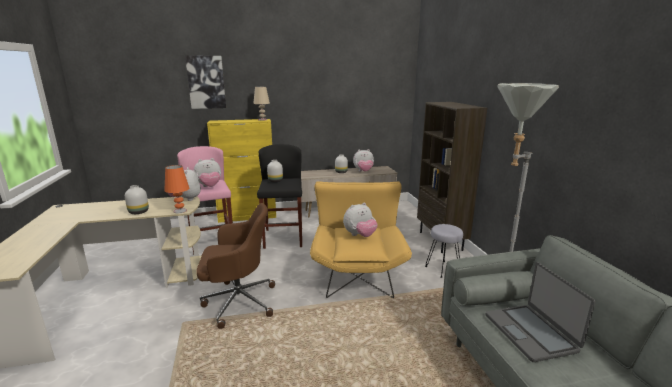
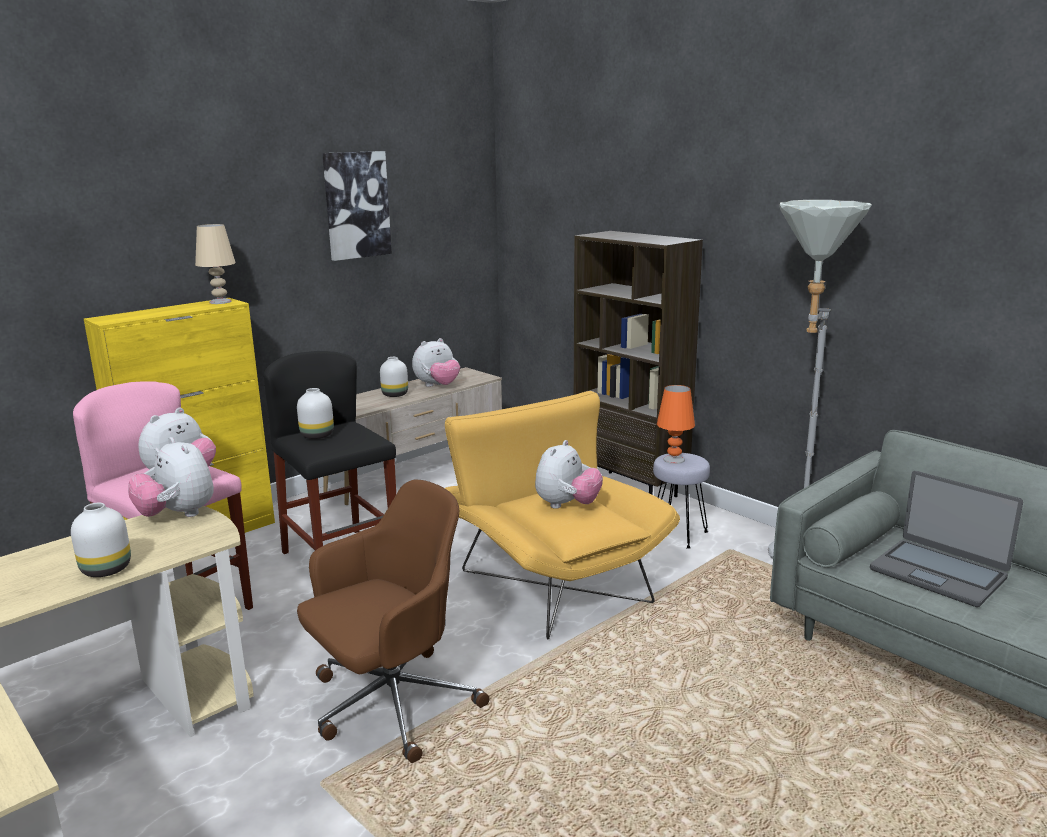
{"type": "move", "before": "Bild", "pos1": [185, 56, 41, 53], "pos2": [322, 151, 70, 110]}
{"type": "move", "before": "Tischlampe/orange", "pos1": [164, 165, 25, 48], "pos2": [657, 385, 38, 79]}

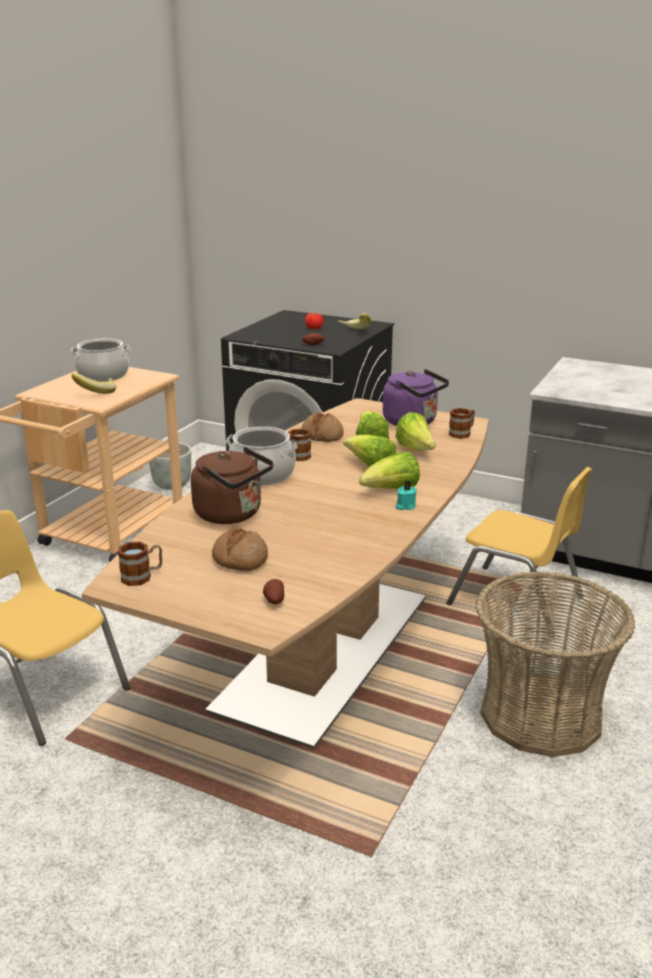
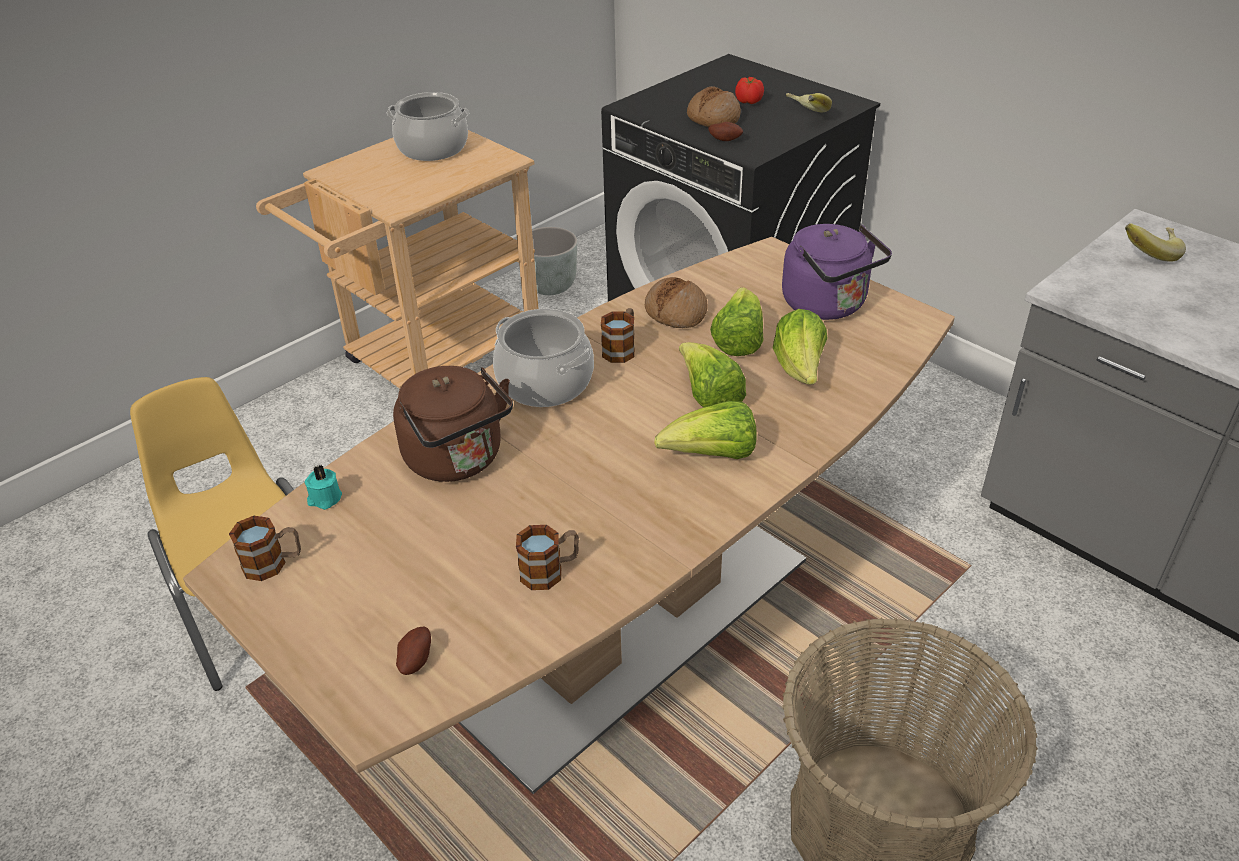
{"type": "move", "before": "Kerze/türkis", "pos1": [396, 480, 21, 30], "pos2": [304, 465, 38, 45]}
{"type": "move", "before": "Henkelbecher", "pos1": [449, 408, 26, 31], "pos2": [516, 525, 63, 65]}
{"type": "move", "before": "Brot", "pos1": [212, 528, 56, 43], "pos2": [687, 86, 54, 41]}
{"type": "move", "before": "Banane", "pos1": [72, 373, 44, 21], "pos2": [1125, 223, 61, 39]}
{"type": "delete", "before": "Stuhl/gelb", "pos1": [446, 467, 147, 170]}

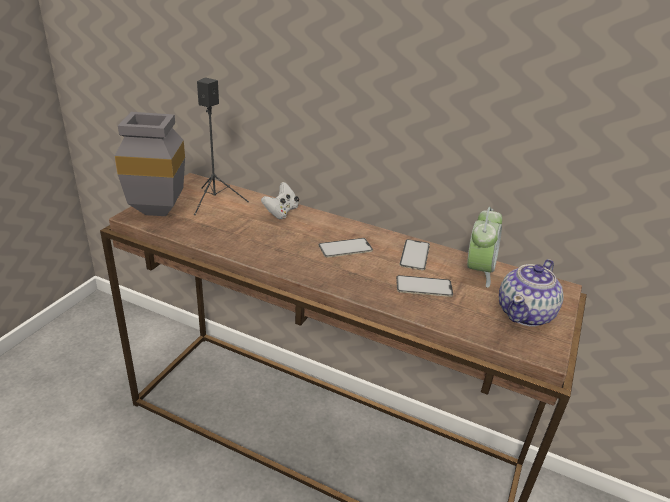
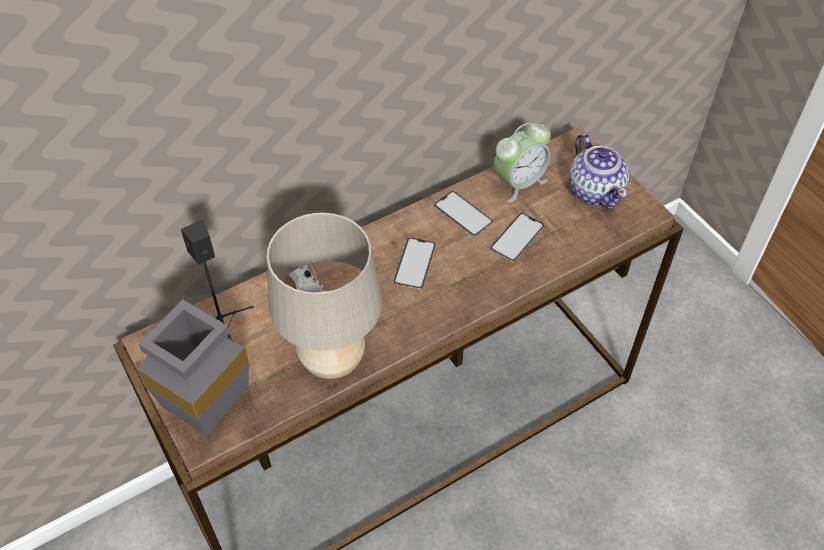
{"type": "insert", "after": "Tischlampe/beige", "pos2": [267, 213, 115, 166]}
{"type": "rotate", "before": "Wecker", "pos1": [467, 207, 35, 81], "pos2": [494, 123, 57, 79], "turn": 90}

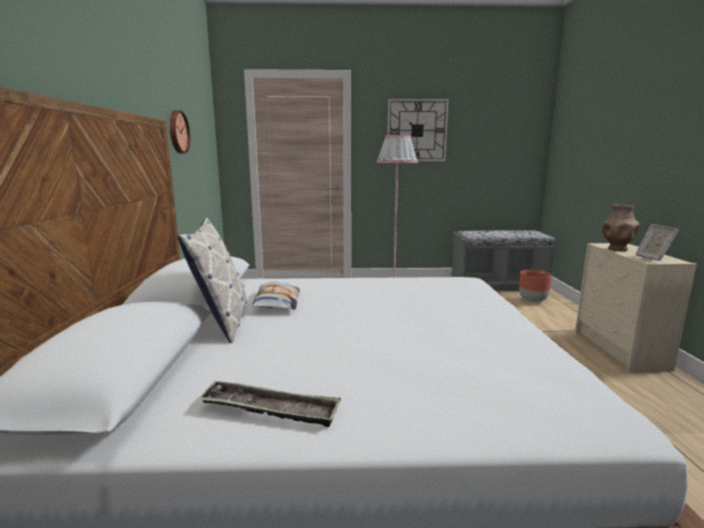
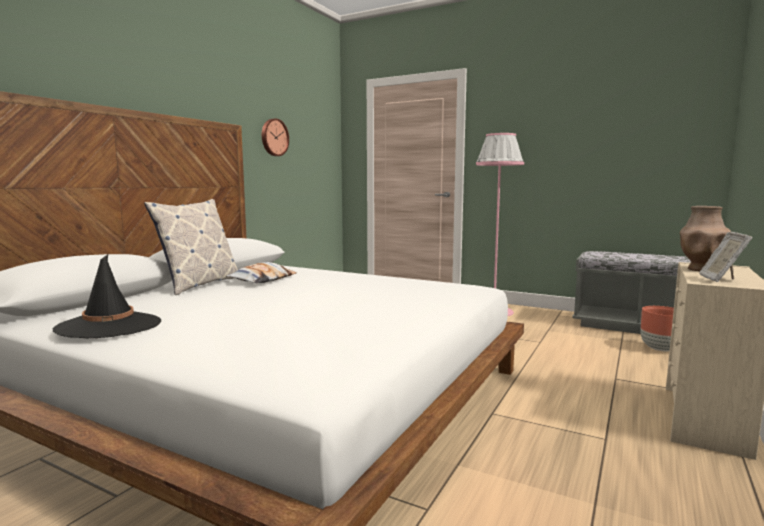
{"type": "replace", "before": "Tablett", "after": "Hut/schwarz", "pos1": [197, 381, 144, 46], "pos2": [53, 254, 108, 84]}
{"type": "delete", "before": "Wanduhr", "pos1": [387, 99, 62, 62]}

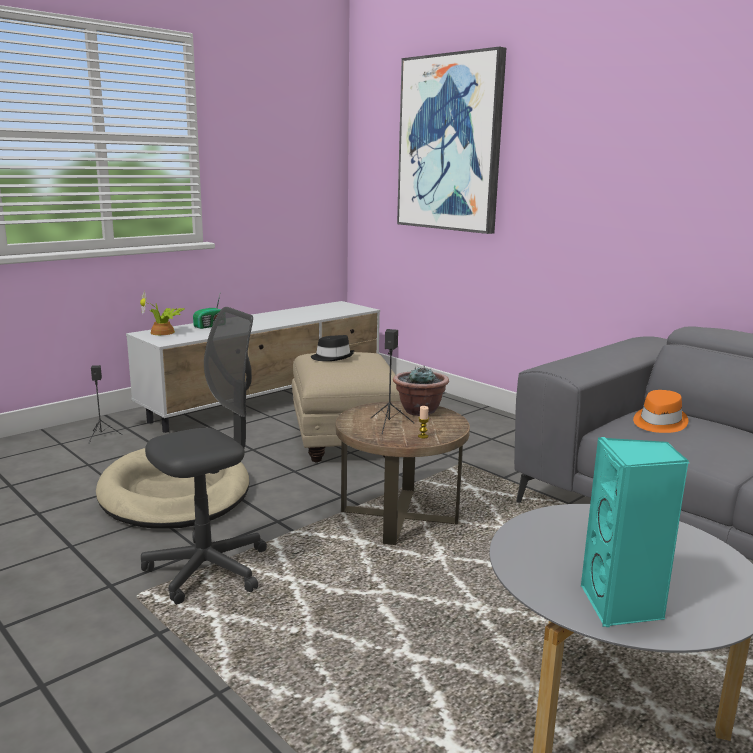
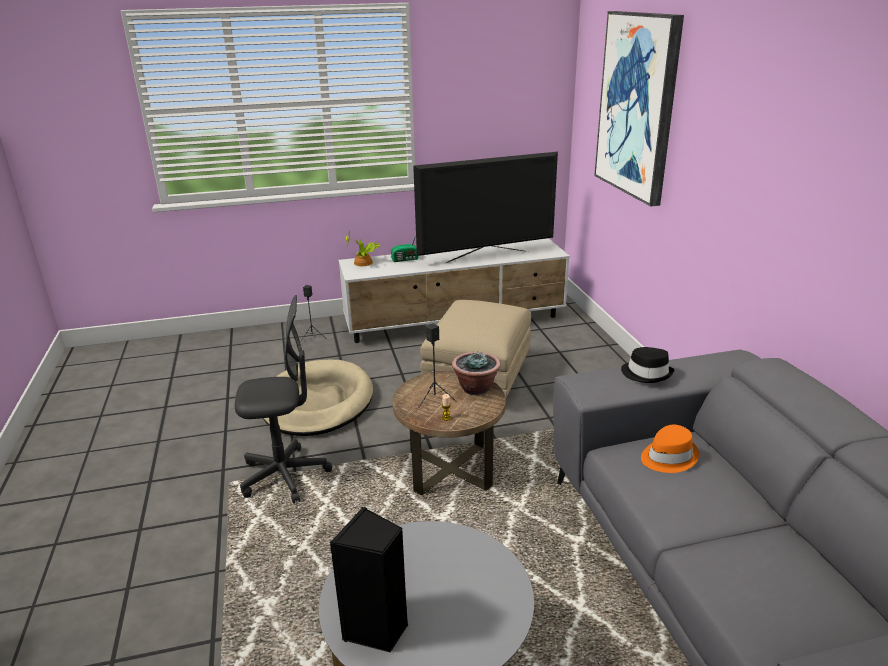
{"type": "recolor", "before": "Lautsprecher/türkis", "after": "Lautsprecher/schwarz", "pos1": [581, 437, 108, 190], "pos2": [330, 507, 79, 146]}
{"type": "insert", "after": "Fernseher", "pos2": [413, 152, 145, 111]}
{"type": "move", "before": "Hut/schwarz", "pos1": [311, 335, 43, 26], "pos2": [621, 347, 53, 36]}

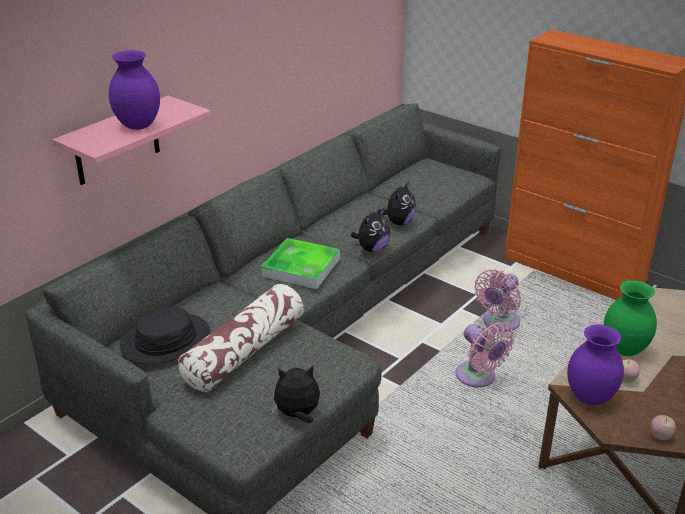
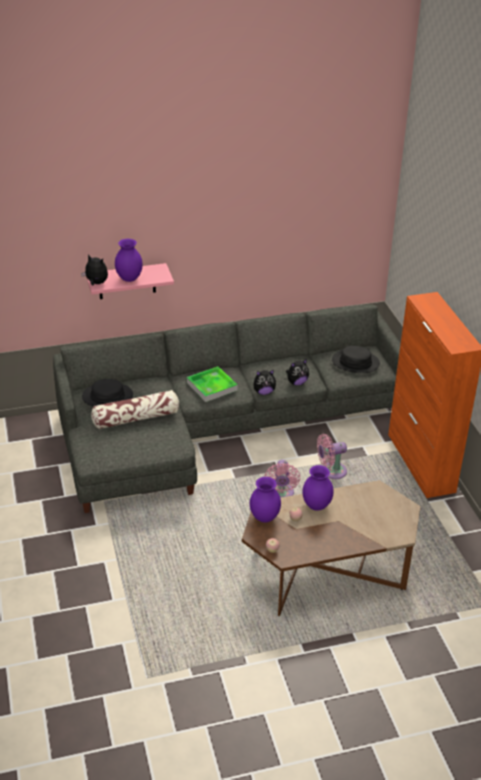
{"type": "move", "before": "Plüschtier", "pos1": [271, 366, 49, 57], "pos2": [81, 254, 27, 32]}
{"type": "recolor", "before": "Vase/grün", "after": "Vase/lila", "pos1": [604, 280, 53, 76], "pos2": [302, 465, 32, 46]}
{"type": "insert", "after": "Hut/schwarz", "pos2": [332, 346, 48, 27]}

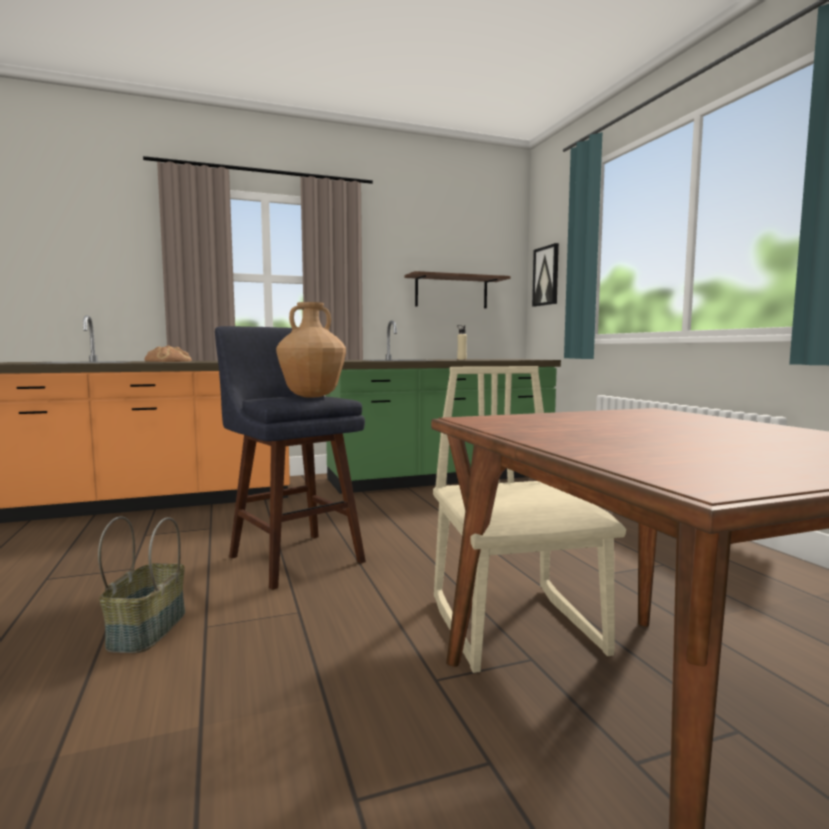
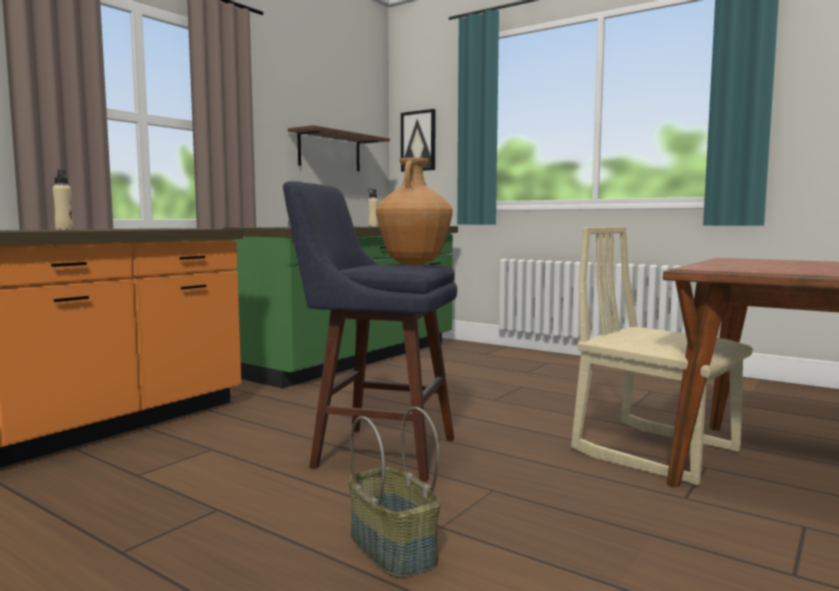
{"type": "replace", "before": "Brot", "after": "Flasche/beige", "pos1": [144, 346, 48, 16], "pos2": [53, 170, 21, 60]}

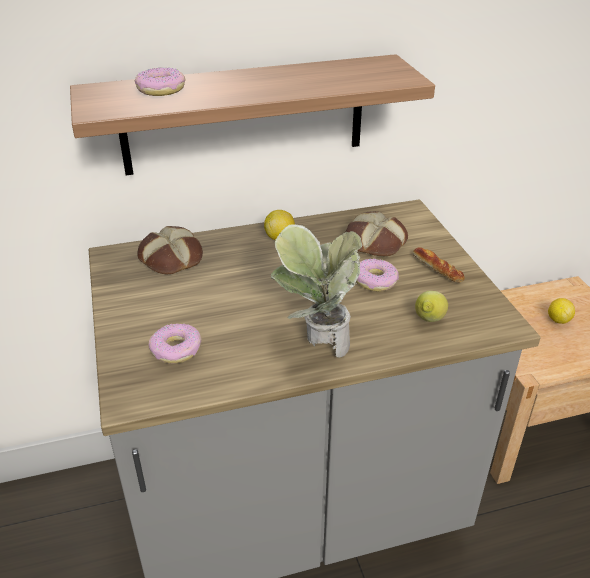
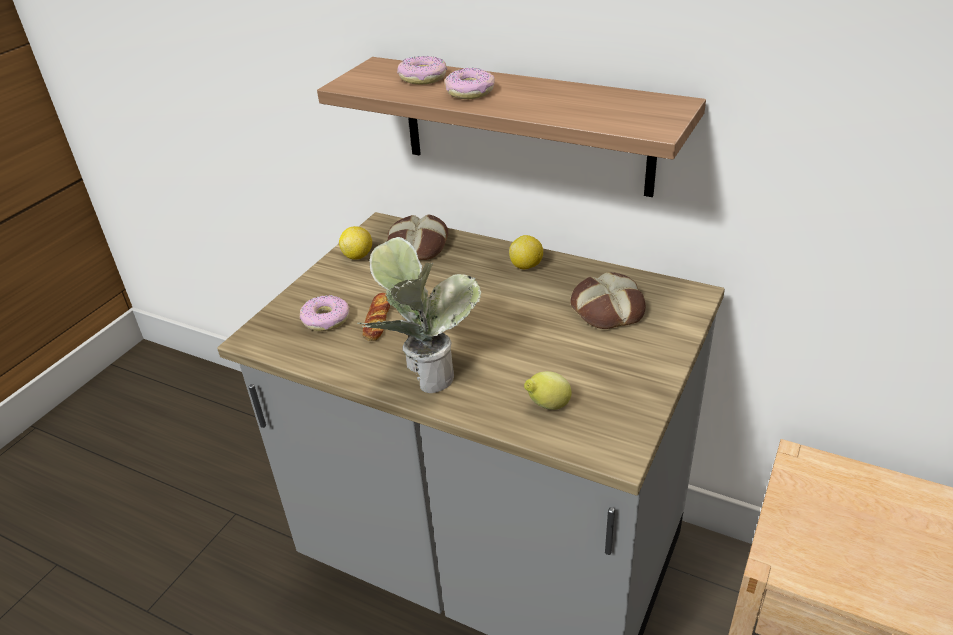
{"type": "move", "before": "Zitrone", "pos1": [548, 298, 27, 26], "pos2": [339, 226, 33, 34]}
{"type": "move", "before": "Brot", "pos1": [413, 247, 52, 35], "pos2": [362, 293, 28, 48]}
{"type": "move", "before": "Donut", "pos1": [356, 259, 43, 32], "pos2": [444, 67, 51, 32]}

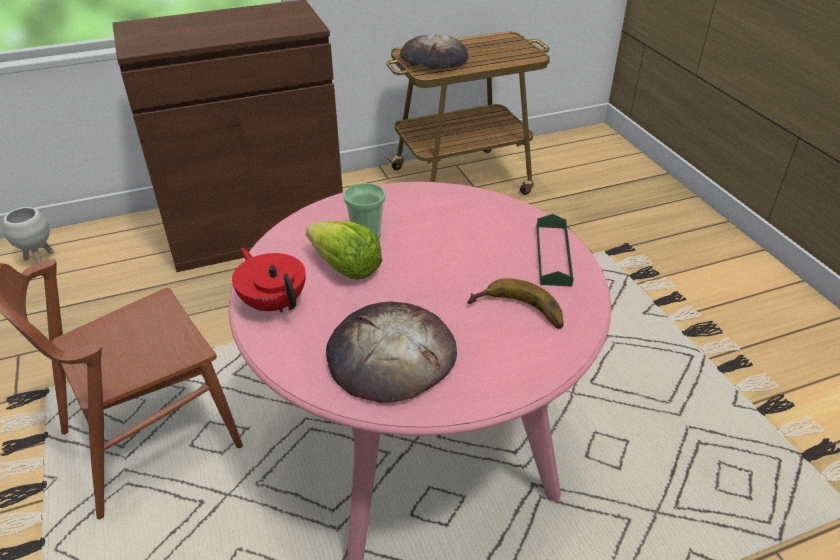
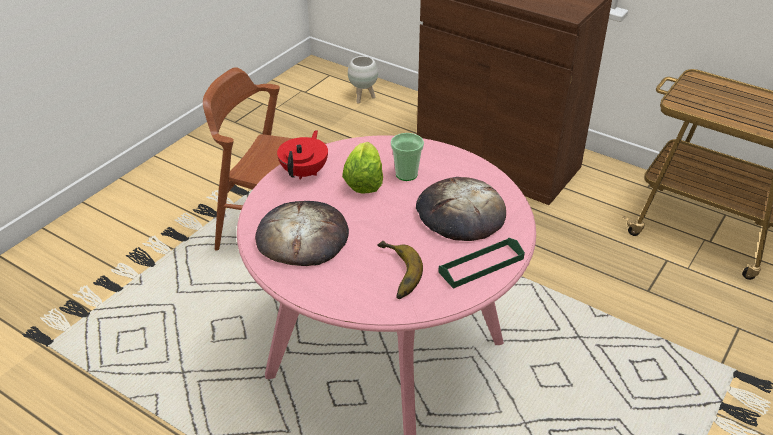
{"type": "move", "before": "Brot", "pos1": [400, 34, 68, 34], "pos2": [416, 177, 90, 64]}

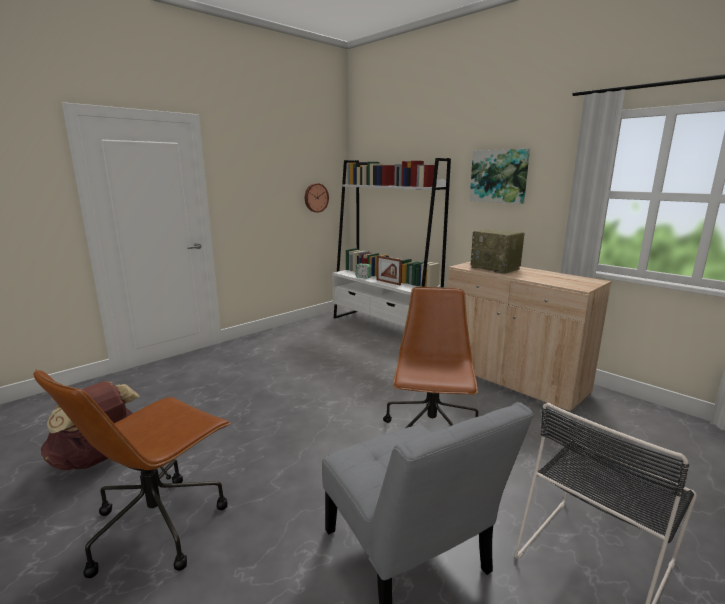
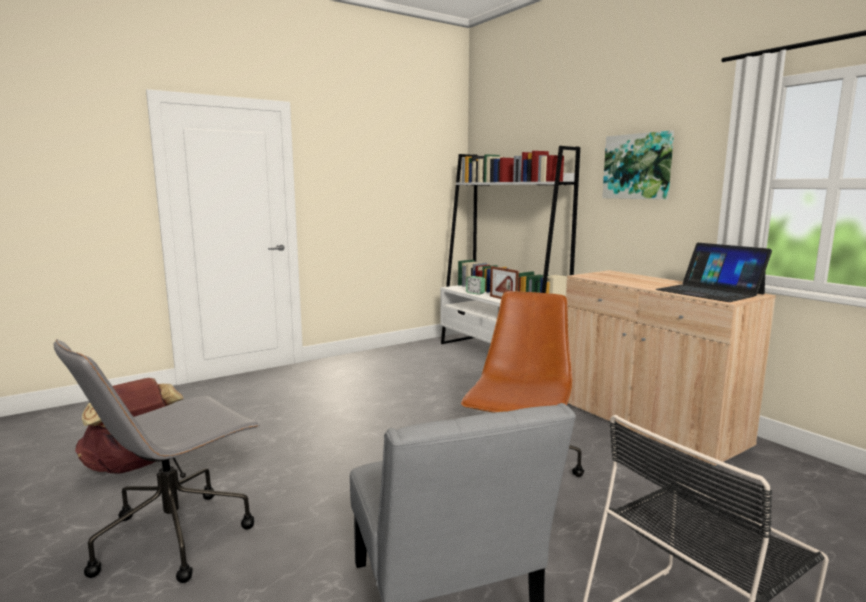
{"type": "recolor", "before": "Bürostuhl/braun", "after": "Bürostuhl/grau", "pos1": [33, 369, 198, 209], "pos2": [54, 339, 207, 244]}
{"type": "insert", "after": "Laptop", "pos2": [656, 243, 116, 59]}
{"type": "delete", "before": "Wanduhr", "pos1": [305, 183, 24, 29]}
{"type": "delete", "before": "Radio", "pos1": [471, 229, 54, 45]}

